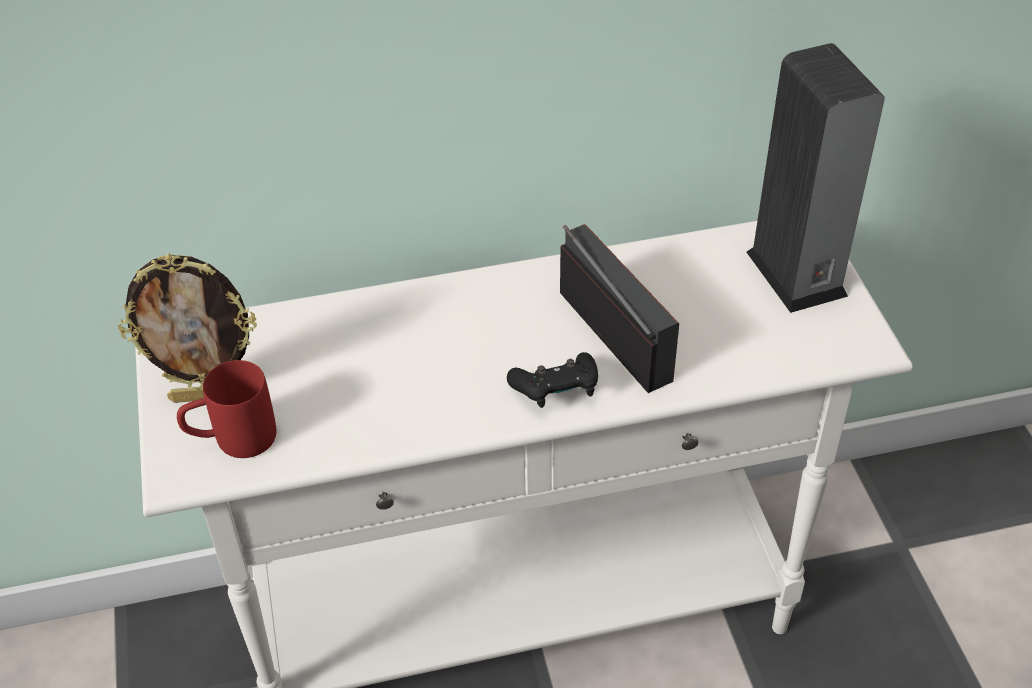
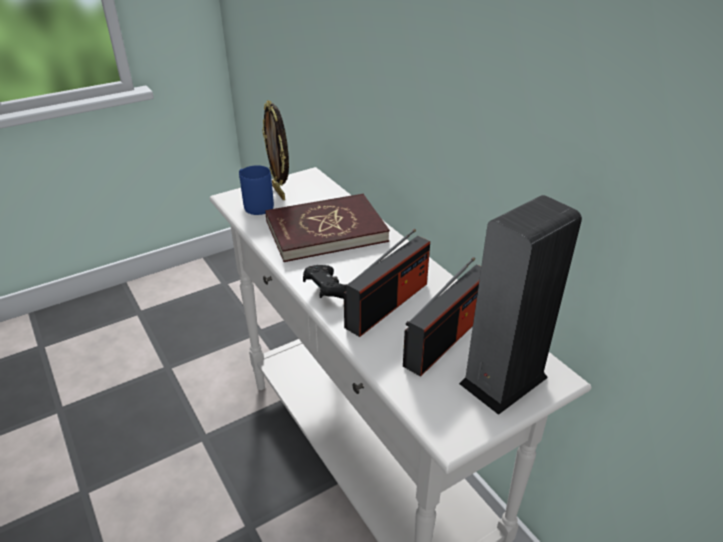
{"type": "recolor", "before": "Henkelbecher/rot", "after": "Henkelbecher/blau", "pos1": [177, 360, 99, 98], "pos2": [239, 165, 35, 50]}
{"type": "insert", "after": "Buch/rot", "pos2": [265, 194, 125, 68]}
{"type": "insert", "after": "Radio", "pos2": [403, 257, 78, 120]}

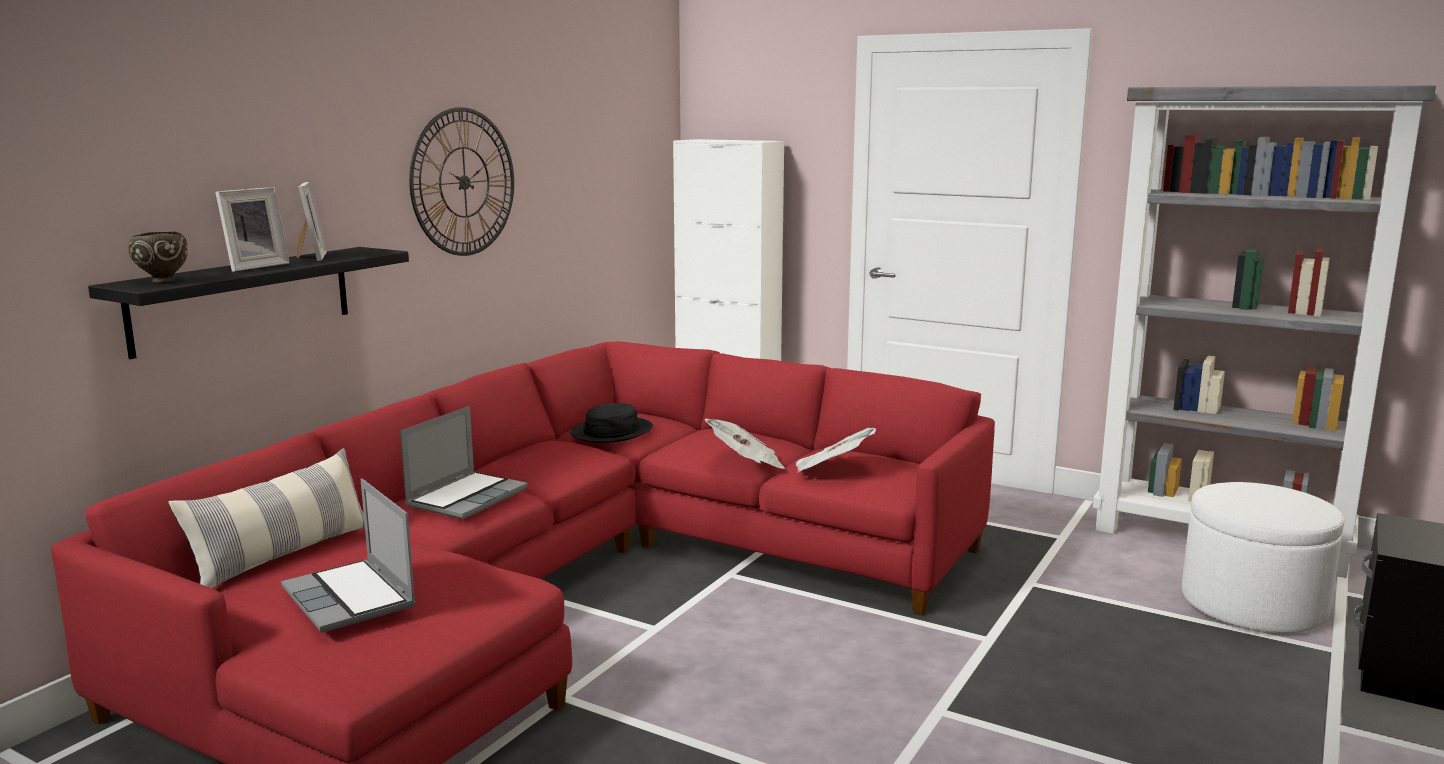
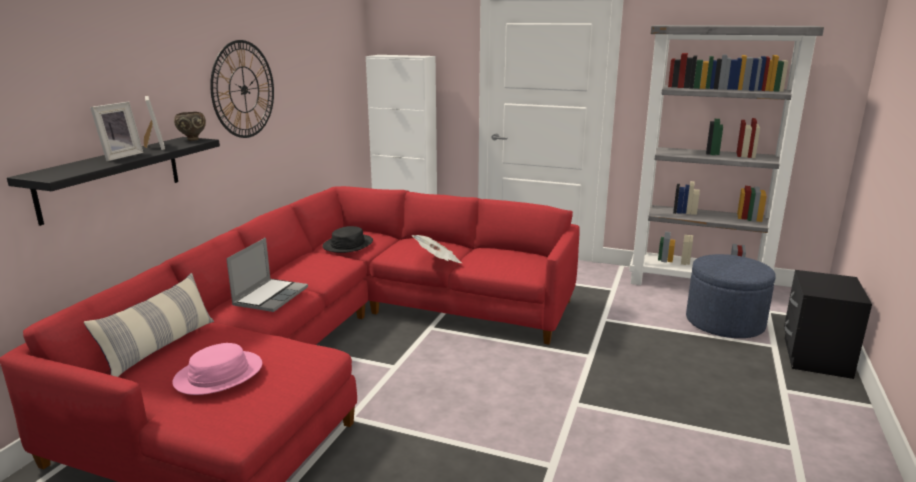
{"type": "replace", "before": "Laptop", "after": "Hut/rosa", "pos1": [281, 479, 135, 154], "pos2": [172, 343, 90, 52]}
{"type": "move", "before": "Schüssel/braun", "pos1": [128, 232, 60, 52], "pos2": [174, 112, 32, 29]}
{"type": "recolor", "before": "Polsterhocker/weiß", "after": "Polsterhocker/blau", "pos1": [1182, 482, 162, 151], "pos2": [686, 254, 90, 84]}
{"type": "delete", "before": "Zeitung", "pos1": [796, 427, 80, 45]}

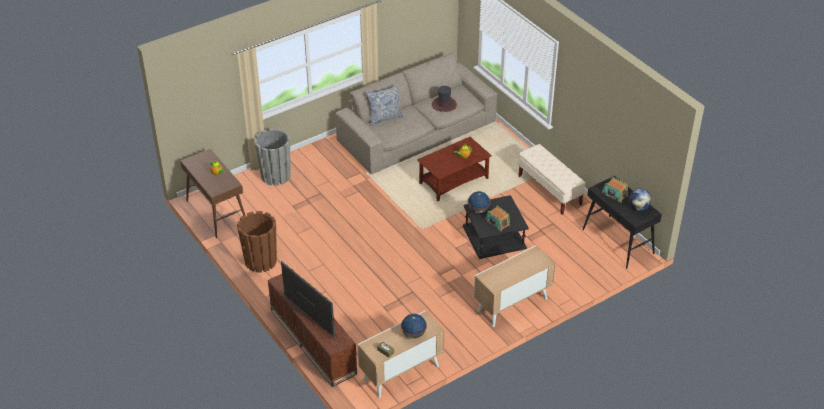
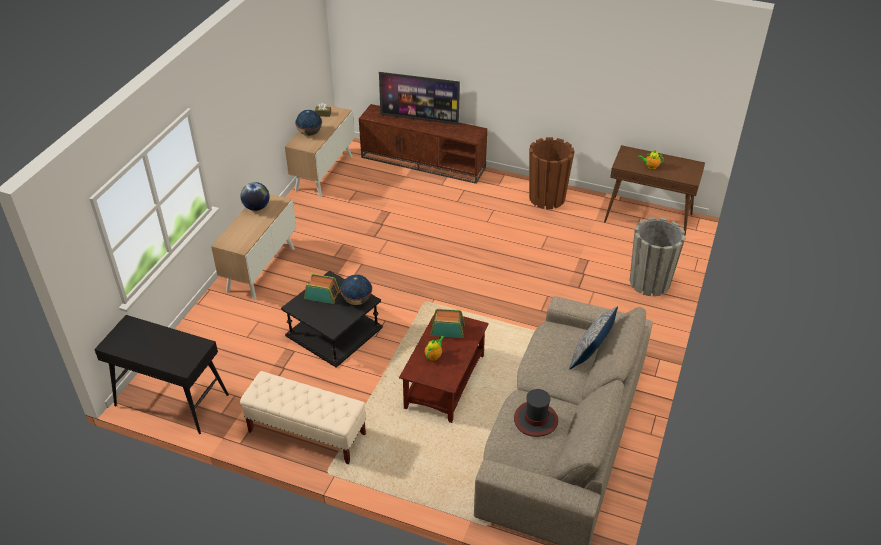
{"type": "move", "before": "Globus", "pos1": [629, 189, 23, 22], "pos2": [240, 182, 30, 29]}
{"type": "move", "before": "Radio", "pos1": [602, 177, 26, 26], "pos2": [430, 309, 35, 29]}

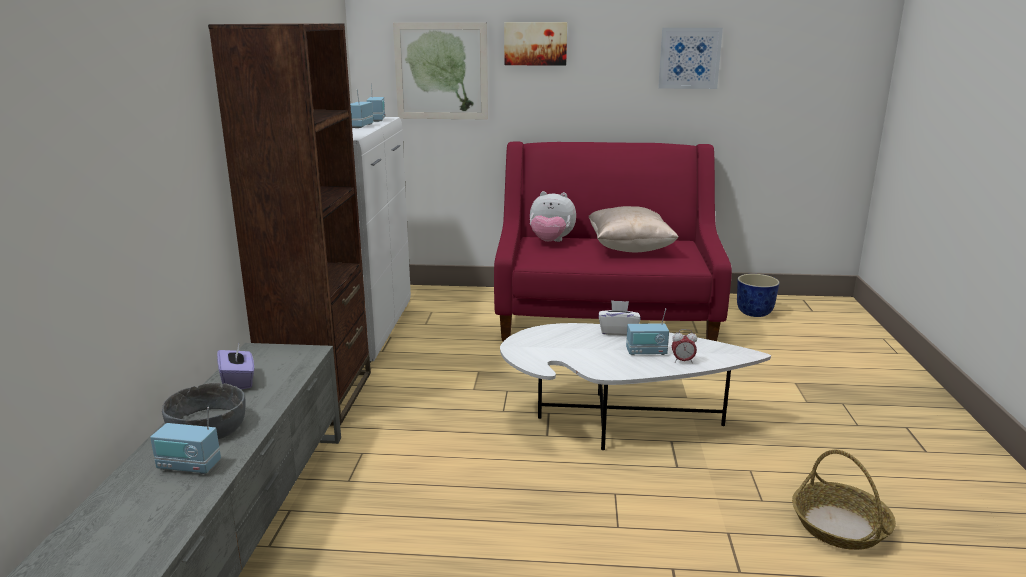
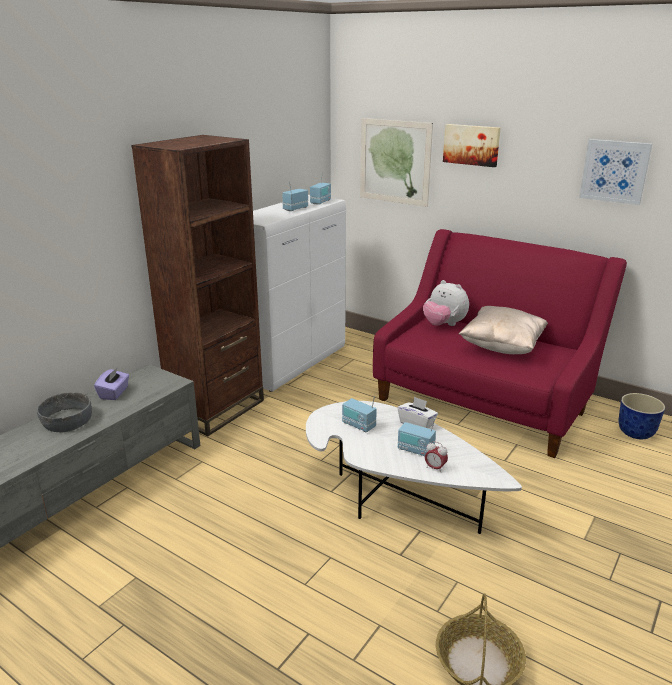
{"type": "move", "before": "Radio", "pos1": [150, 407, 71, 67], "pos2": [342, 396, 35, 36]}

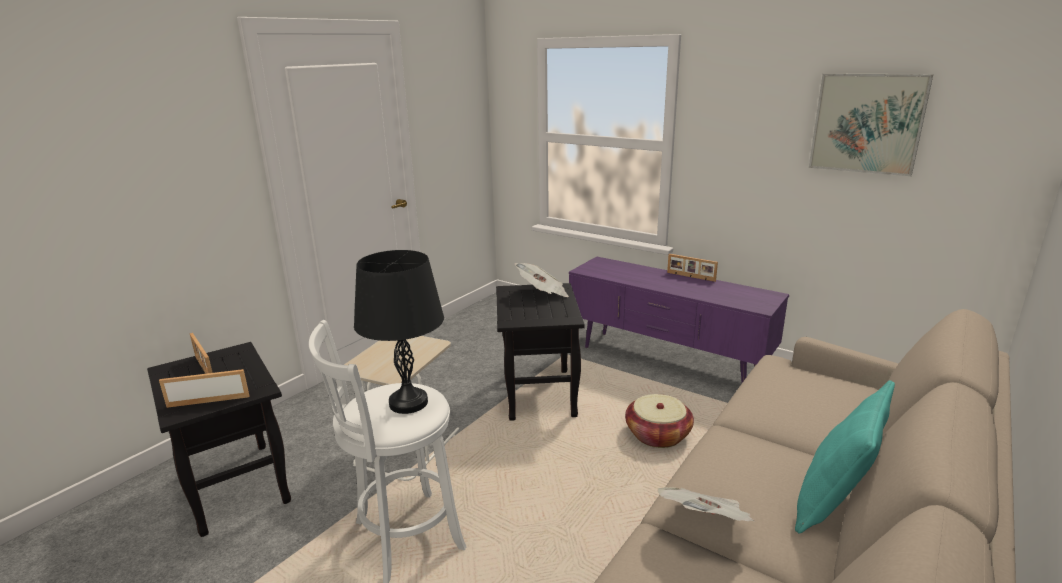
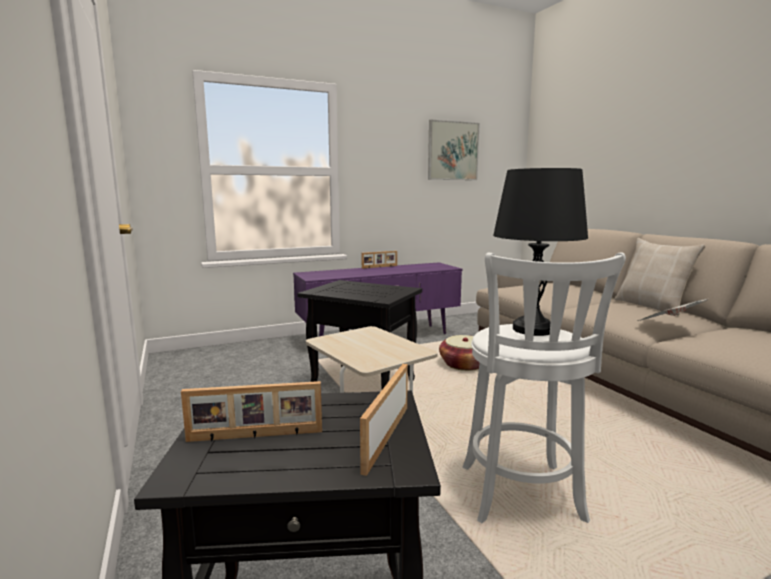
{"type": "recolor", "before": "Kissen/türkis", "after": "Kissen/beige", "pos1": [795, 380, 100, 154], "pos2": [615, 238, 91, 78]}
{"type": "delete", "before": "Zeitung", "pos1": [515, 263, 54, 34]}

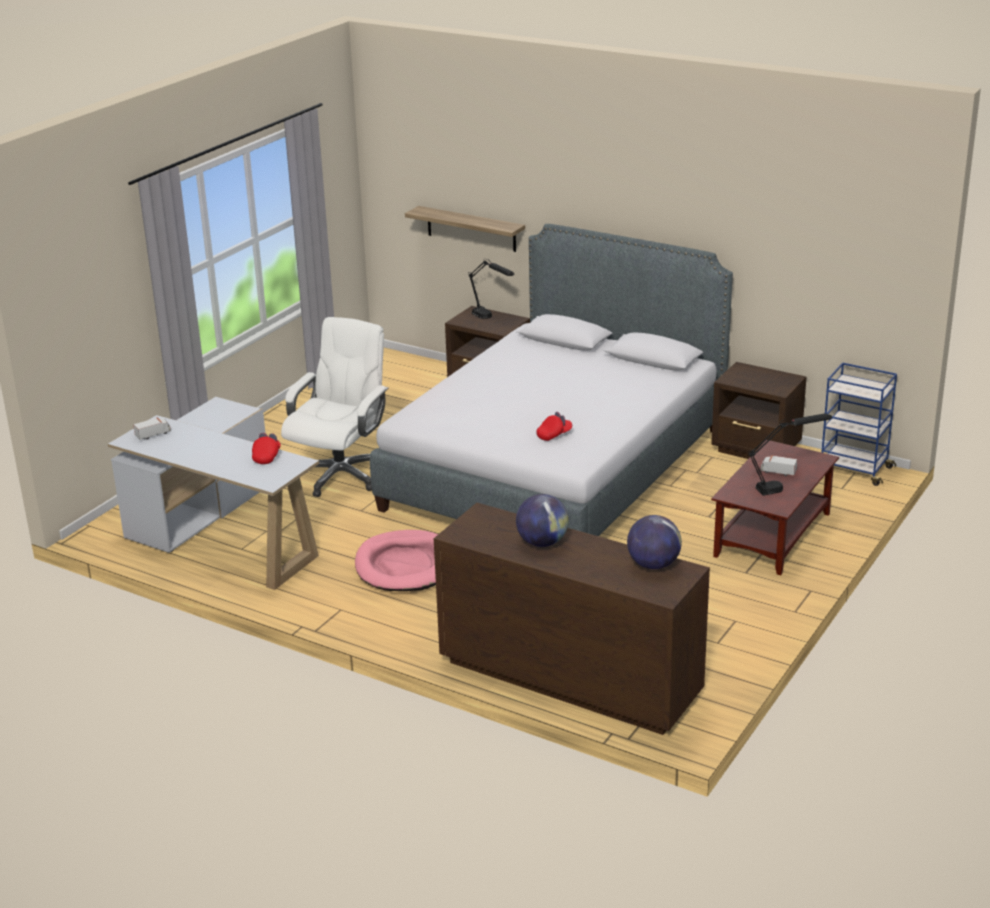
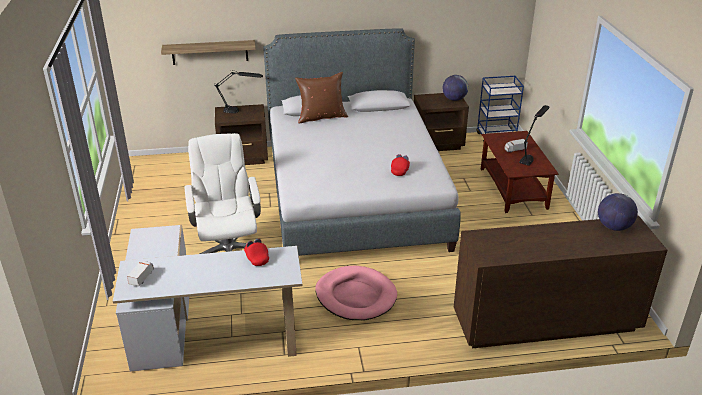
{"type": "insert", "after": "Kissen/braun", "pos2": [295, 72, 53, 51]}
{"type": "move", "before": "Globus", "pos1": [516, 494, 53, 53], "pos2": [443, 75, 25, 26]}

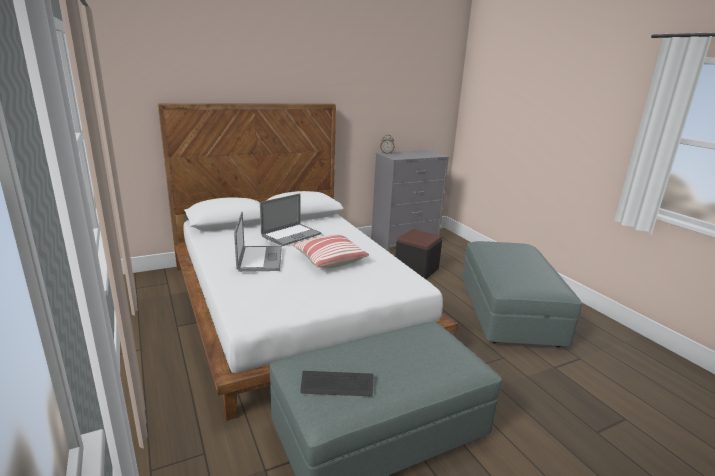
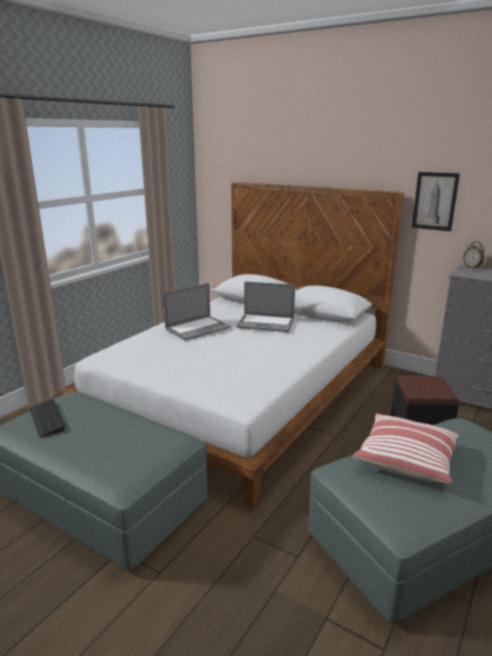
{"type": "move", "before": "Kissen", "pos1": [292, 235, 77, 33], "pos2": [353, 413, 107, 71]}
{"type": "insert", "after": "Bild", "pos2": [412, 172, 48, 59]}

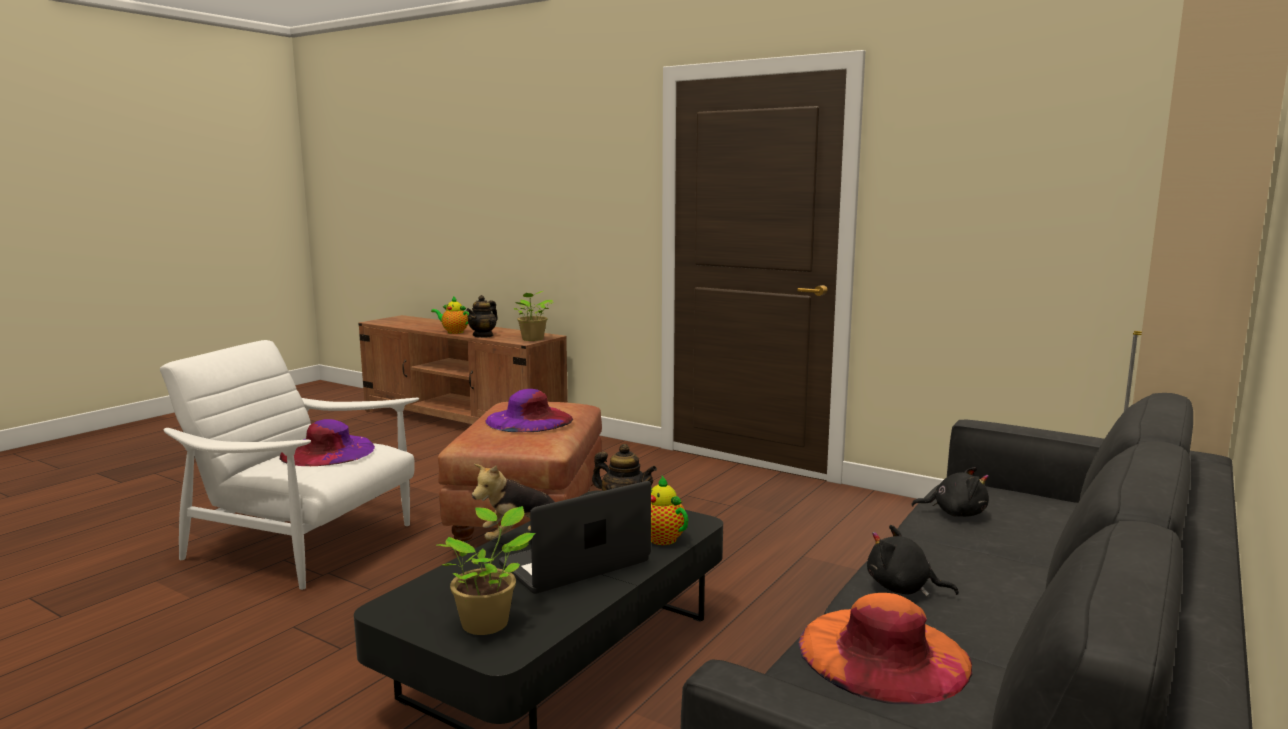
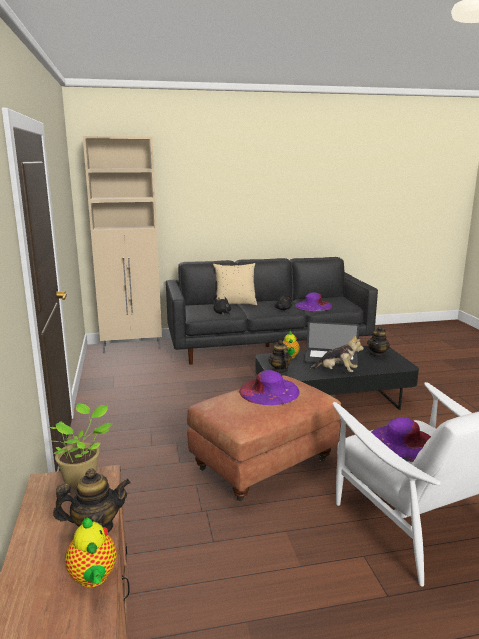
{"type": "insert", "after": "Kissen/beige", "pos2": [213, 263, 44, 42]}
{"type": "recolor", "before": "Hut/orange", "after": "Hut/lila", "pos1": [798, 593, 174, 111], "pos2": [295, 292, 38, 19]}
{"type": "replace", "before": "Topfpflanze", "after": "Teekanne", "pos1": [437, 506, 98, 129], "pos2": [367, 326, 23, 31]}

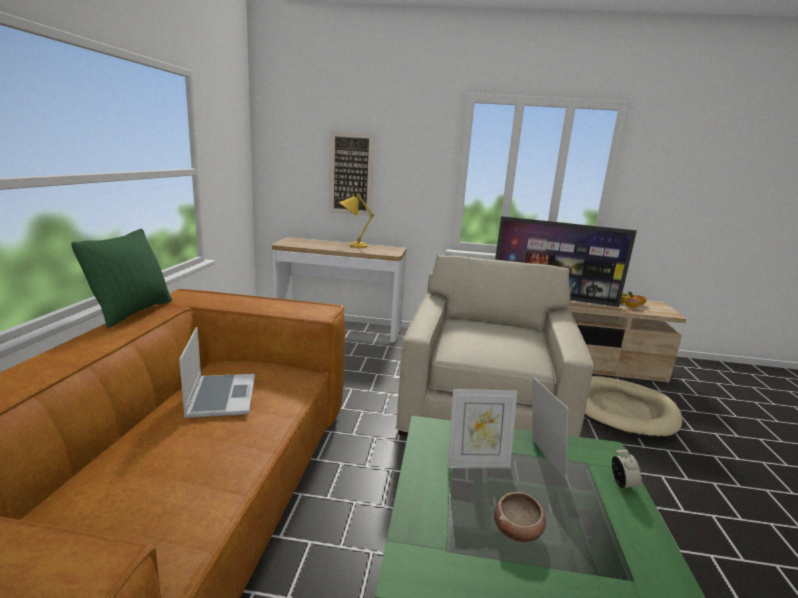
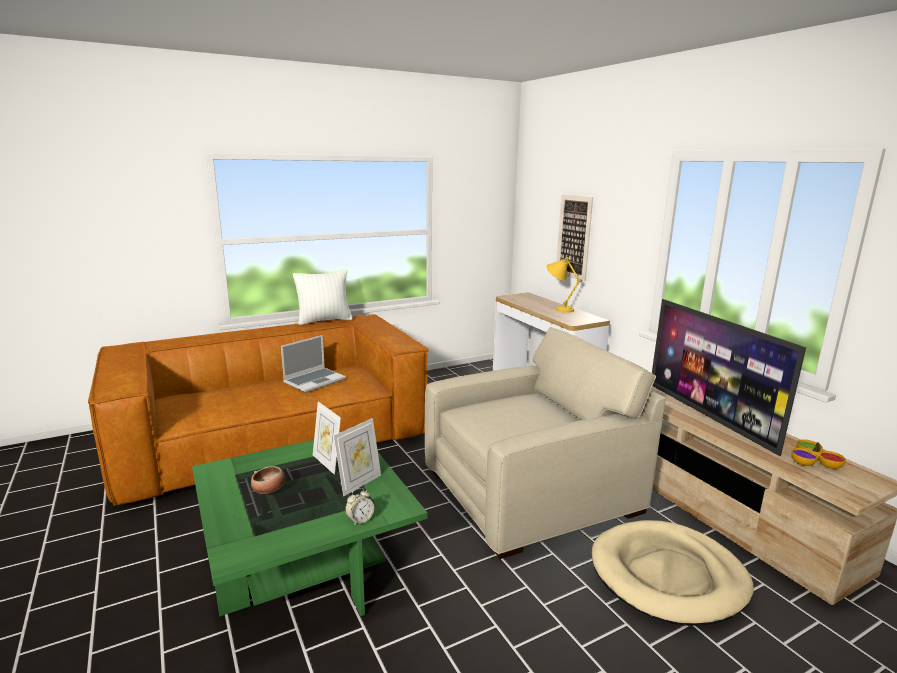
{"type": "recolor", "before": "Kissen/grün", "after": "Kissen/weiß", "pos1": [71, 229, 101, 99], "pos2": [293, 270, 60, 55]}

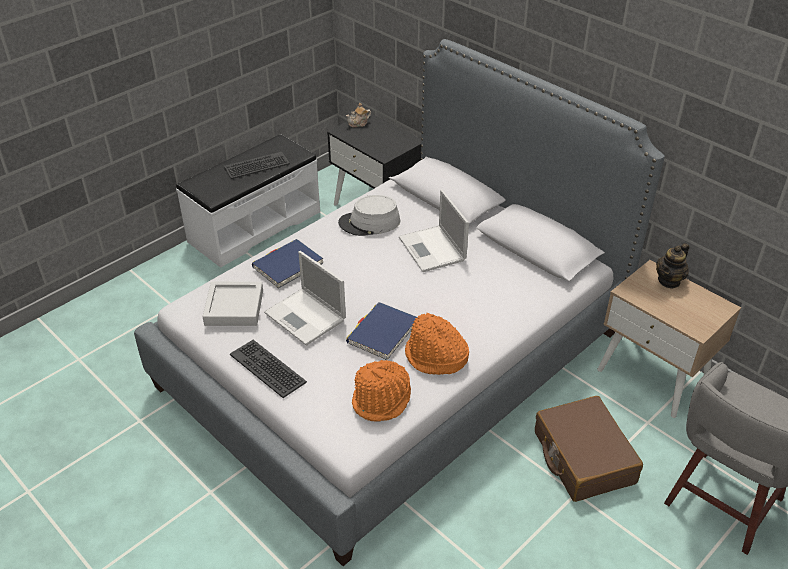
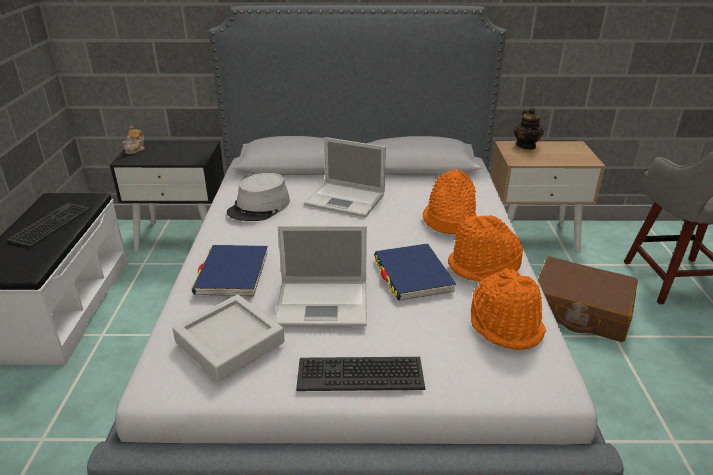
{"type": "insert", "after": "Hut/orange", "pos2": [423, 169, 54, 66]}

